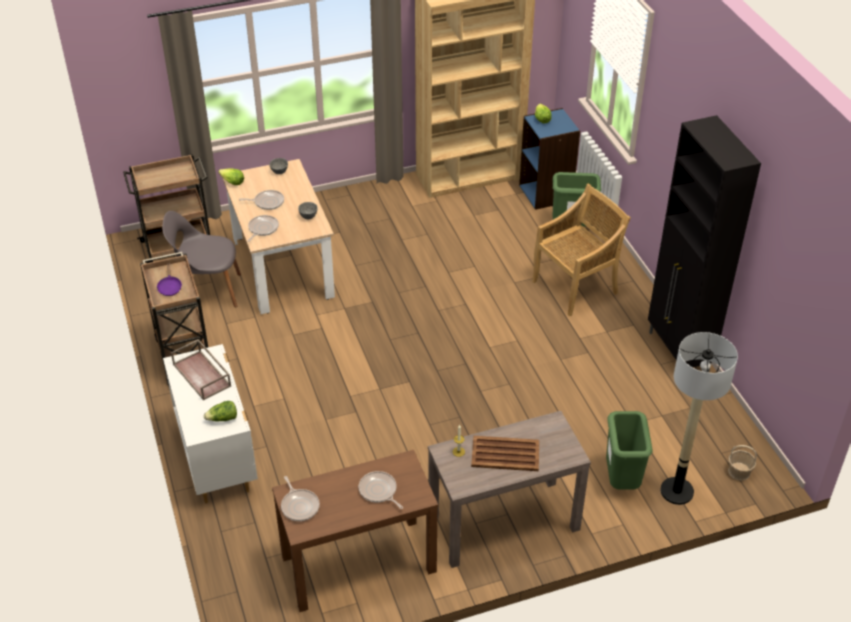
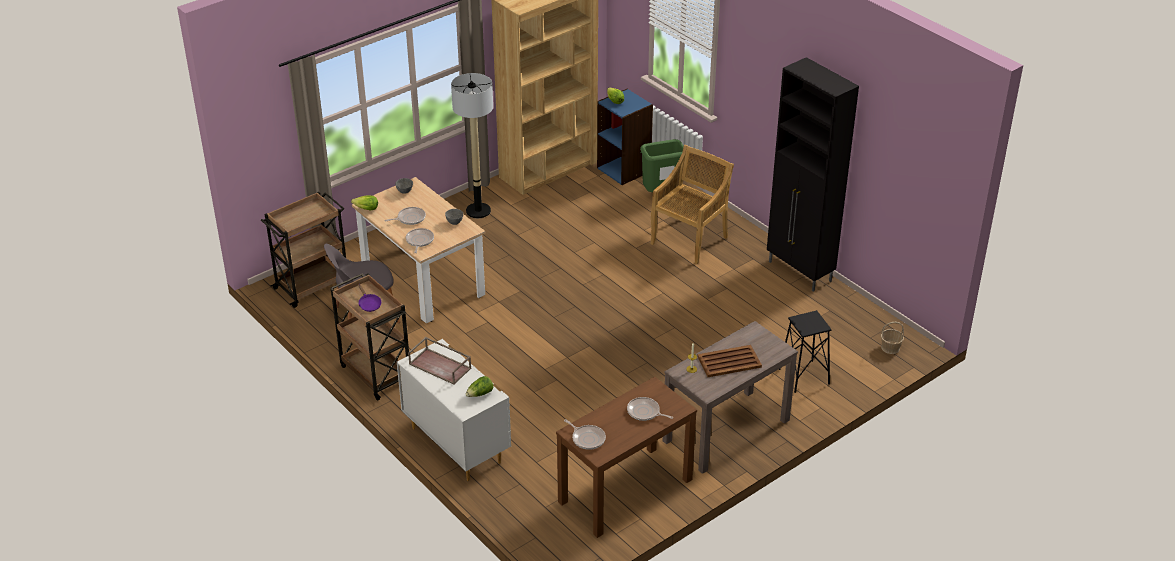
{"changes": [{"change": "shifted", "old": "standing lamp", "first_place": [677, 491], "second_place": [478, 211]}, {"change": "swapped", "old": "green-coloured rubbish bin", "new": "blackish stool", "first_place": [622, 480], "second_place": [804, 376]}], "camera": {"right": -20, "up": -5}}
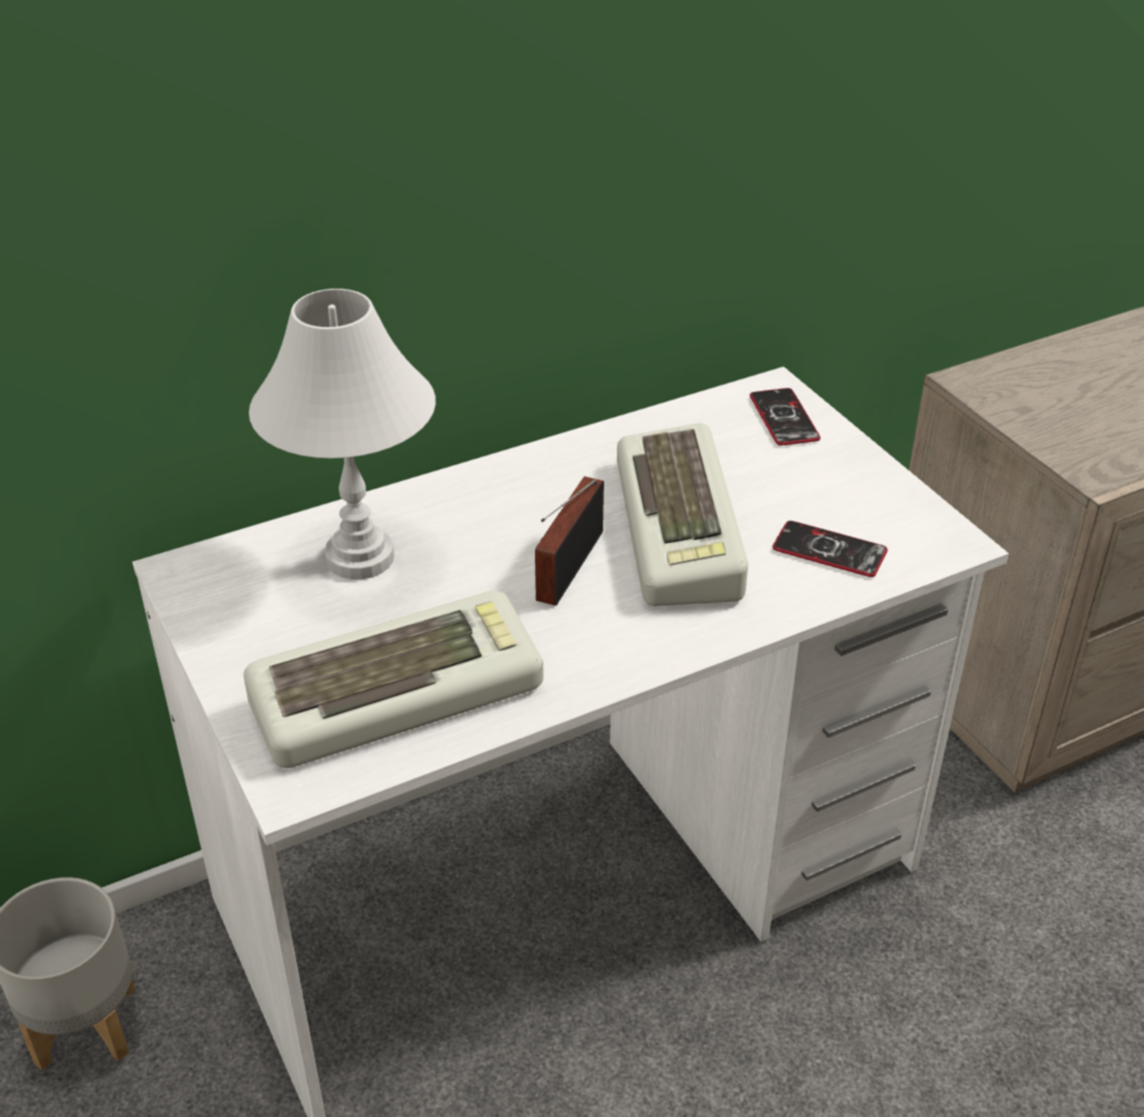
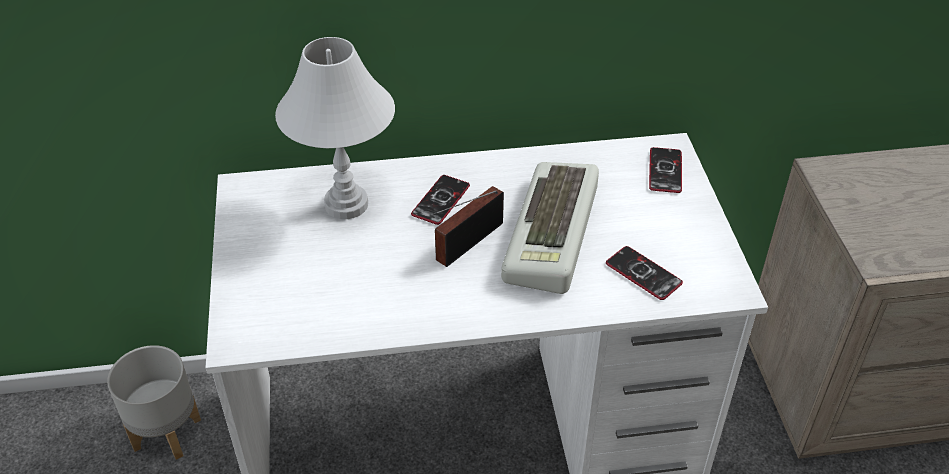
{"changes": [{"change": "new", "new": "phone", "second_place": [441, 200]}, {"change": "gone", "old": "computer keyboard", "first_place": [398, 690]}], "camera": {"right": 20, "up": 5}}
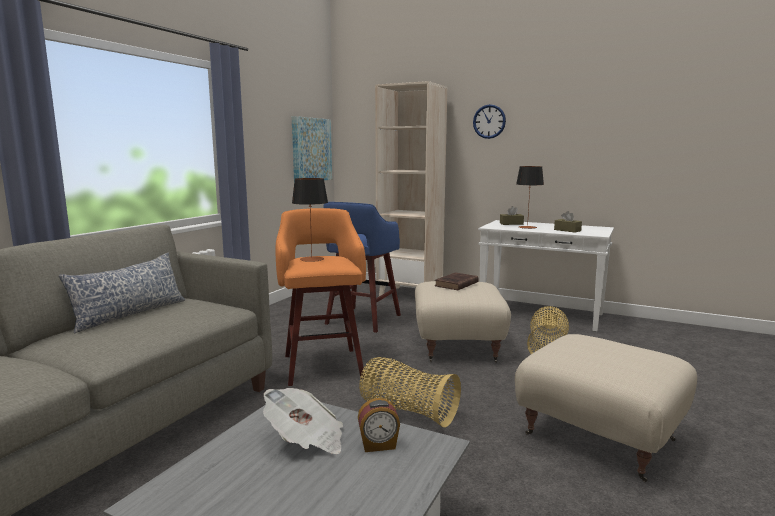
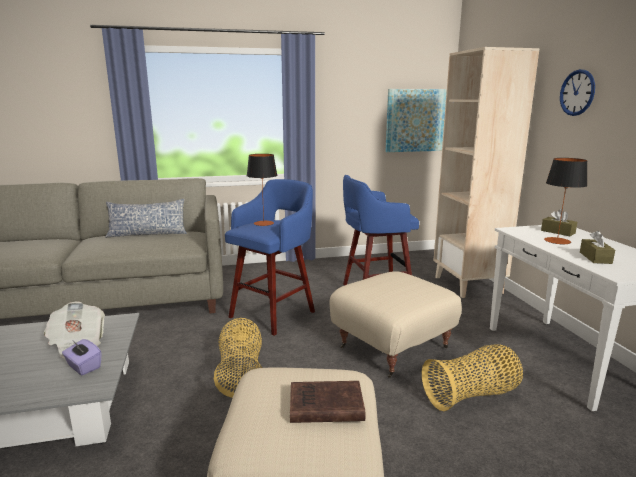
{"changes": [{"change": "swapped", "old": "alarm clock", "new": "purple-coloured tissue box", "first_place": [378, 445], "second_place": [83, 367]}, {"change": "repainted", "old": "orangey stool", "new": "bluish stool", "first_place": [323, 365], "second_place": [274, 313]}, {"change": "shifted", "old": "brown book", "first_place": [456, 284], "second_place": [324, 406]}], "camera": {"right": 50, "up": 5}}
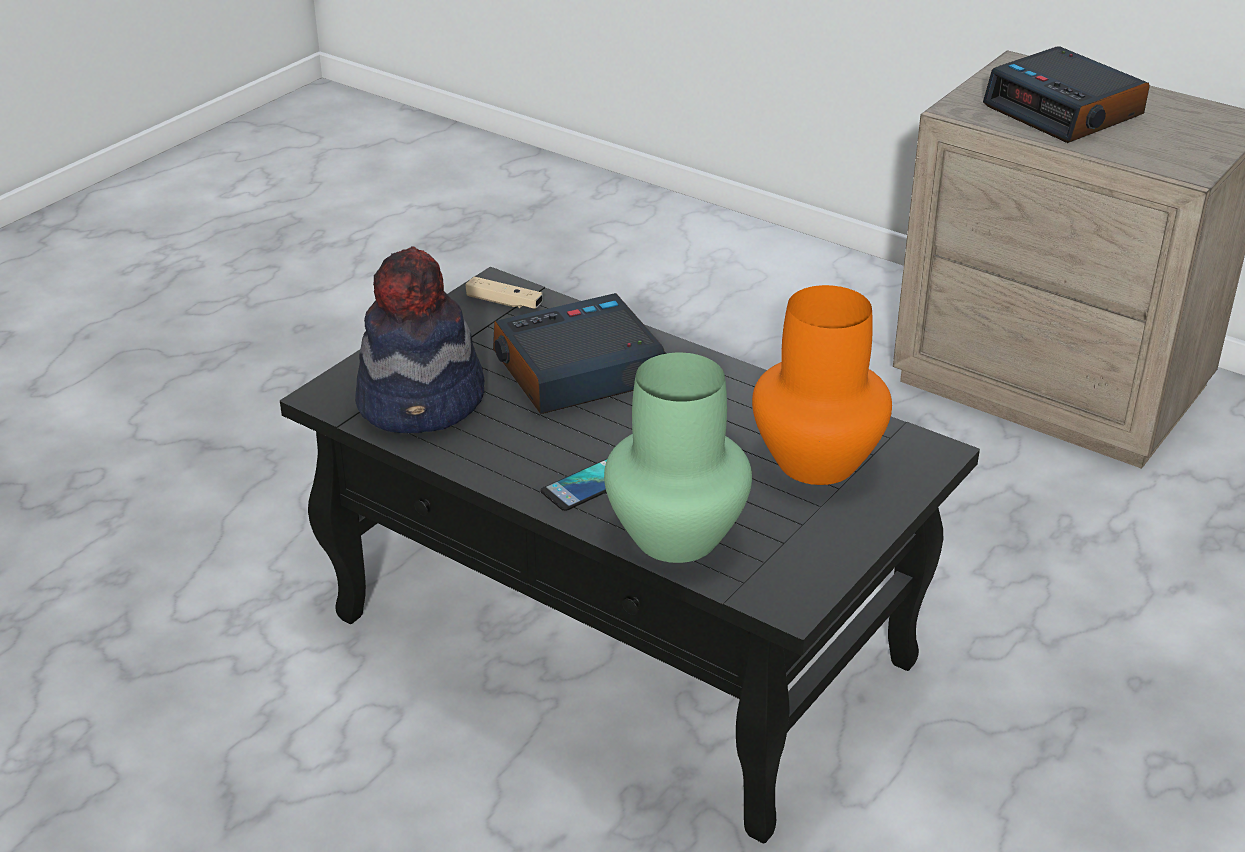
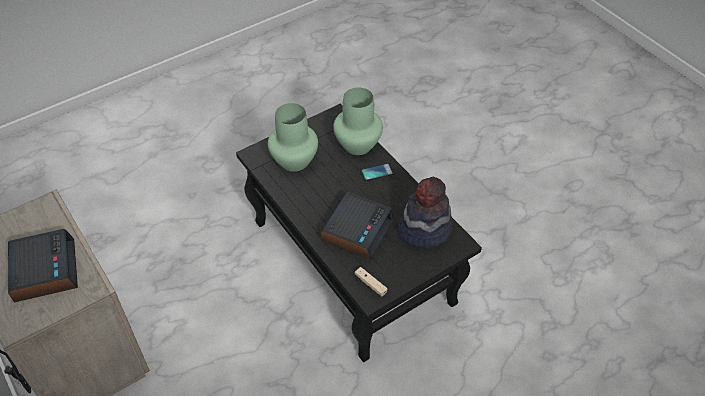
{"changes": [{"change": "repainted", "old": "orangey flower vase", "new": "green-coloured flower vase", "first_place": [818, 463], "second_place": [294, 160]}, {"change": "rotated", "old": "alarm clock", "first_place": [576, 371], "second_place": [357, 230], "degrees": -60}], "camera": {"right": -160, "up": 15}}
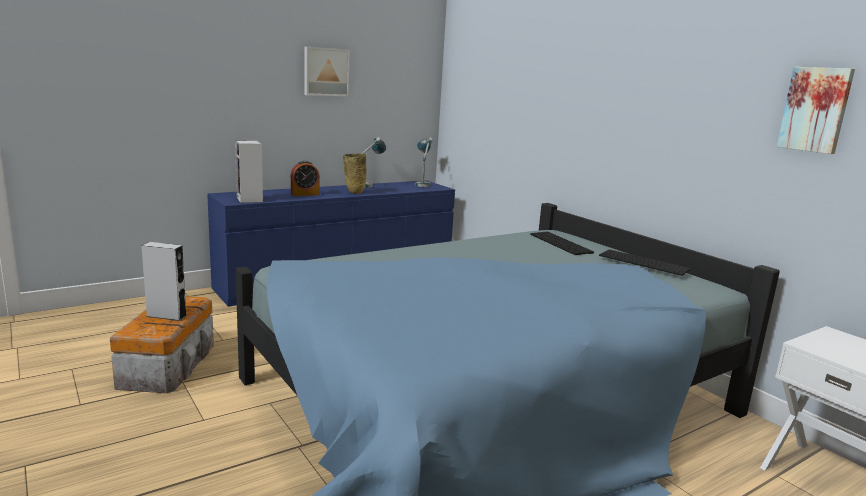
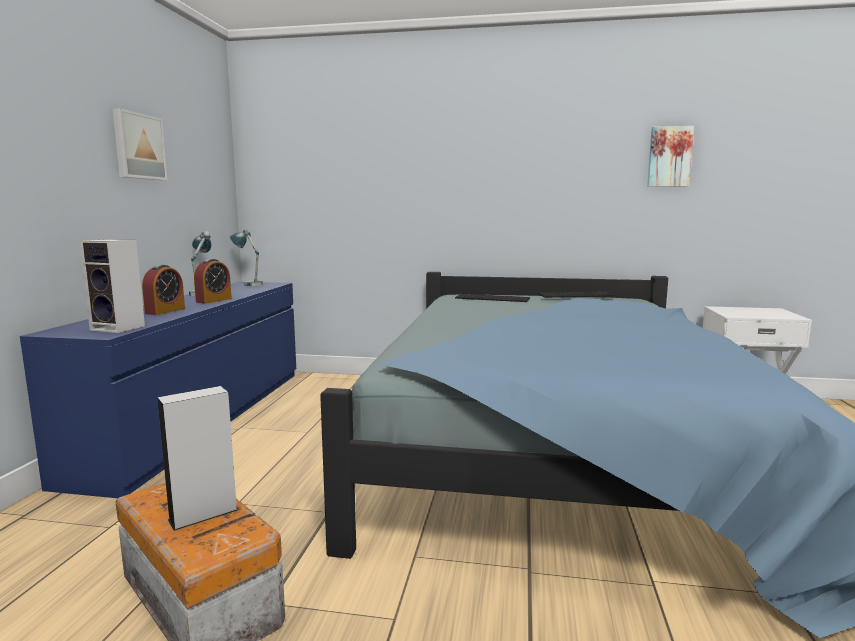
{"changes": [{"change": "swapped", "old": "beige-coloured flower vase", "new": "alarm clock", "first_place": [354, 192], "second_place": [214, 300]}], "camera": {"right": -45, "up": -5}}
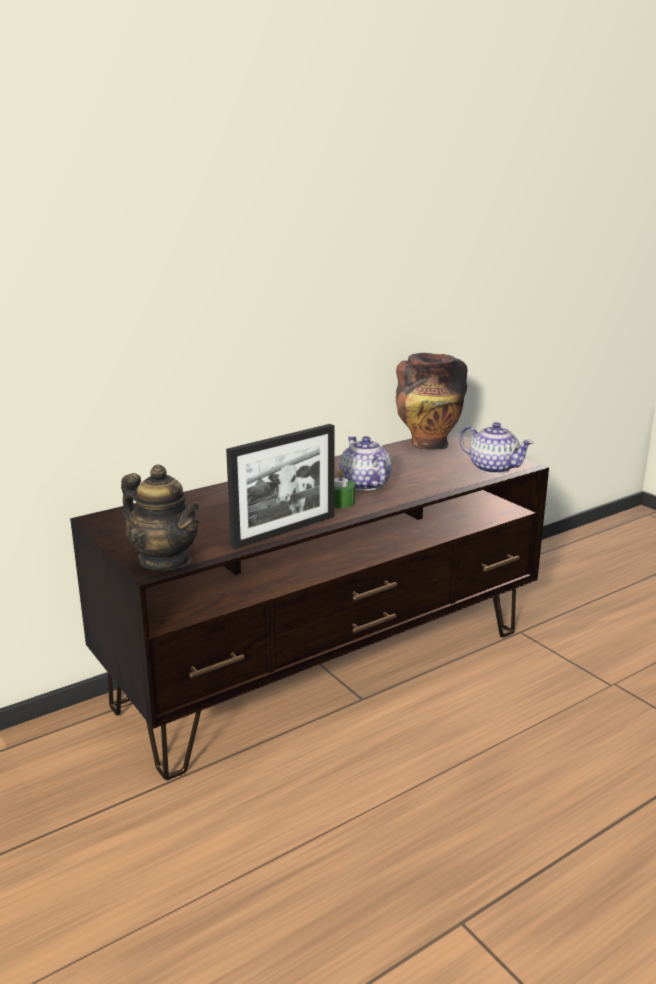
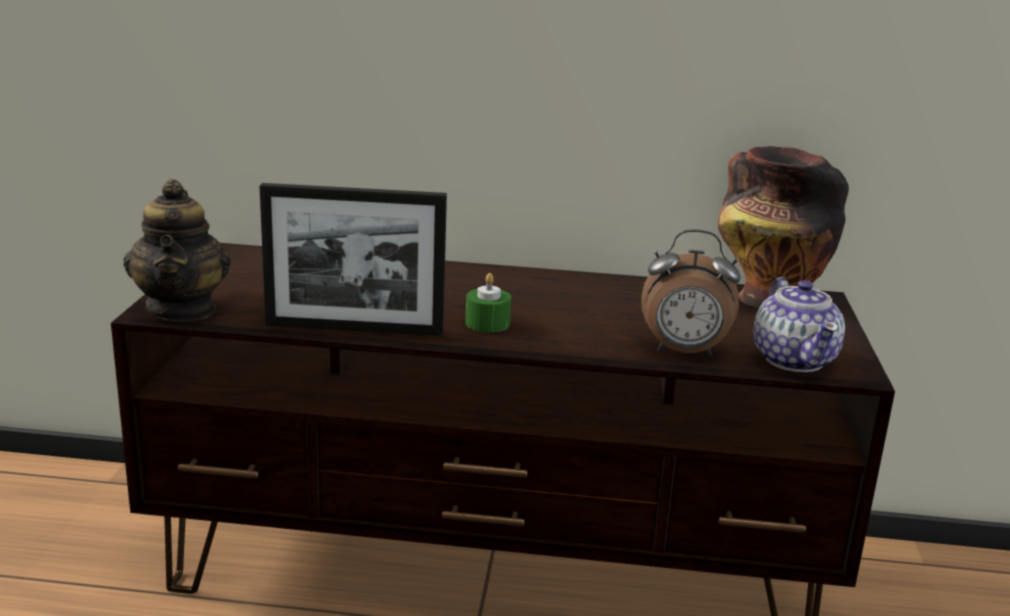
{"changes": [{"change": "new", "new": "alarm clock", "second_place": [684, 352]}, {"change": "gone", "old": "pot for tea", "first_place": [364, 484]}], "camera": {"right": 40, "up": 0}}
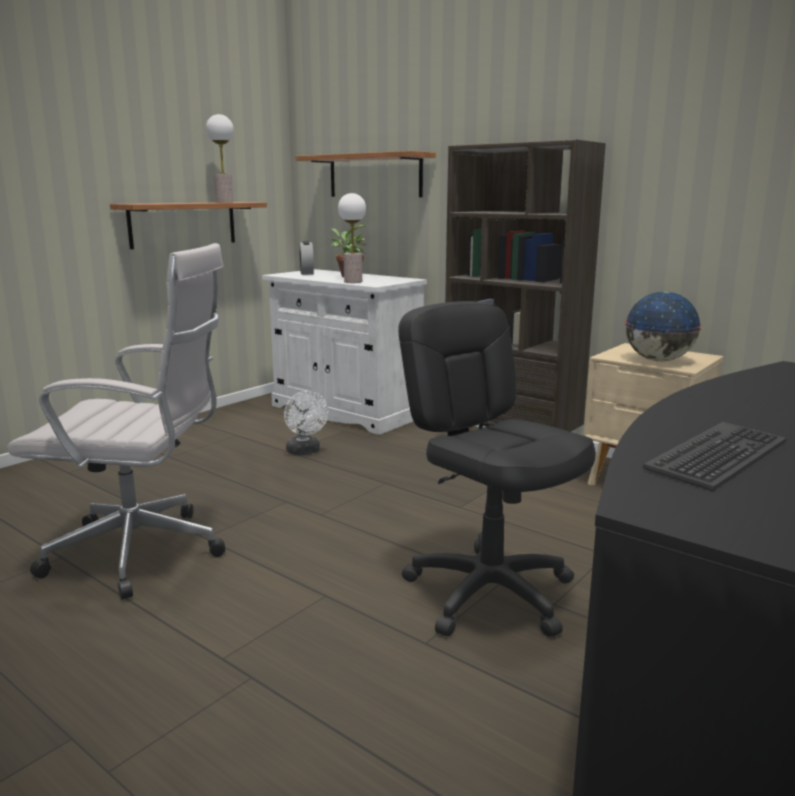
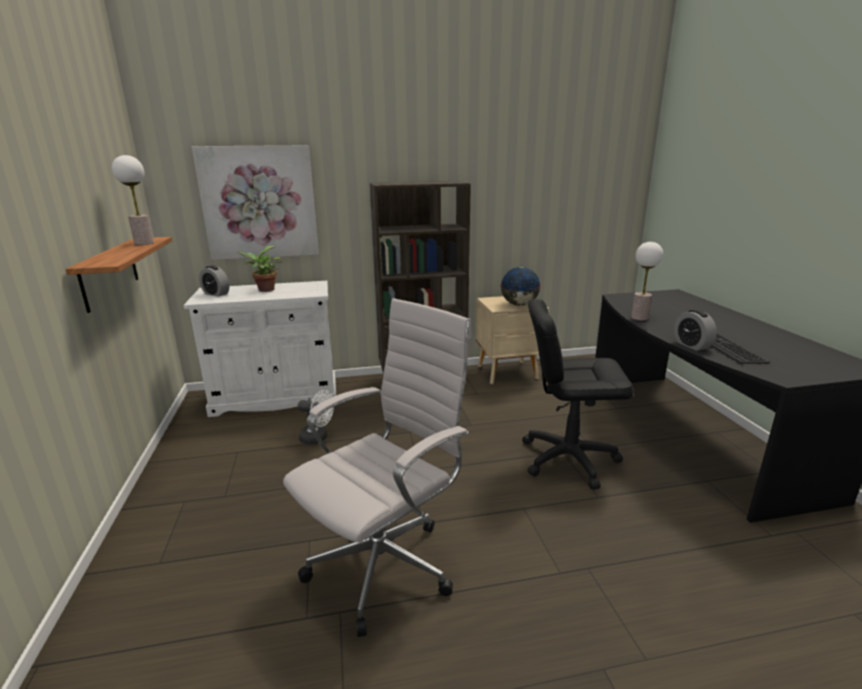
{"changes": [{"change": "swapped", "old": "wall shelf", "new": "picture", "first_place": [375, 176], "second_place": [259, 203]}, {"change": "shifted", "old": "lamp for a table", "first_place": [353, 282], "second_place": [639, 318]}, {"change": "new", "new": "alarm clock", "second_place": [691, 345]}], "camera": {"right": -50, "up": 5}}
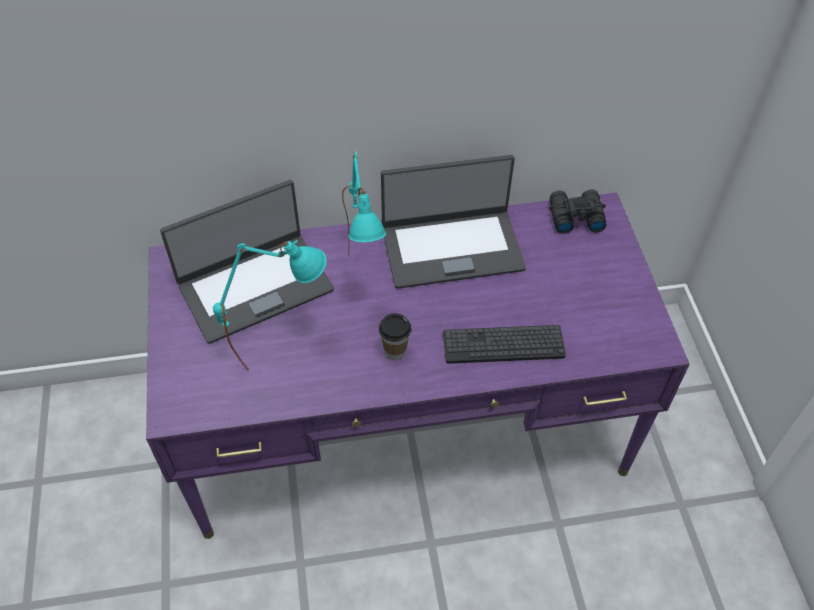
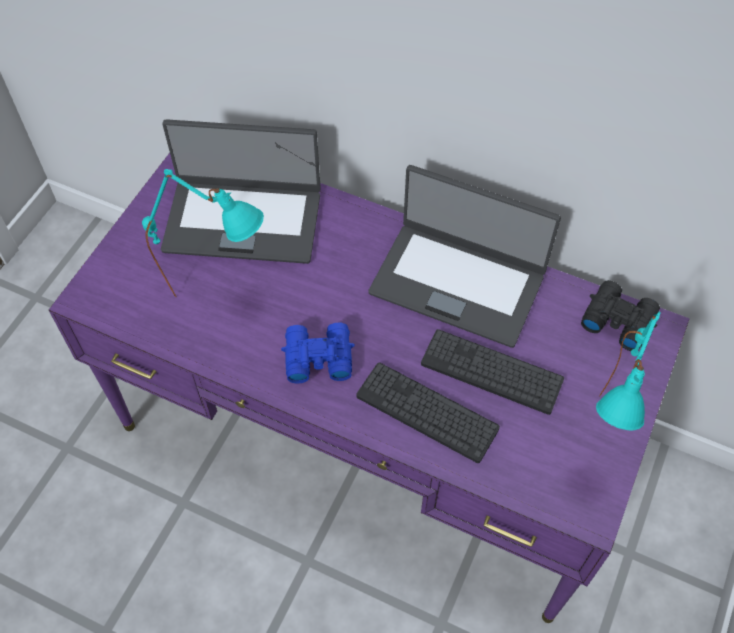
{"changes": [{"change": "swapped", "old": "cup", "new": "bluish pair of binoculars", "first_place": [395, 352], "second_place": [317, 357]}, {"change": "new", "new": "computer keyboard", "second_place": [491, 372]}, {"change": "shifted", "old": "turquoise lamp for a table", "first_place": [365, 280], "second_place": [601, 437]}], "camera": {"right": 35, "up": 5}}
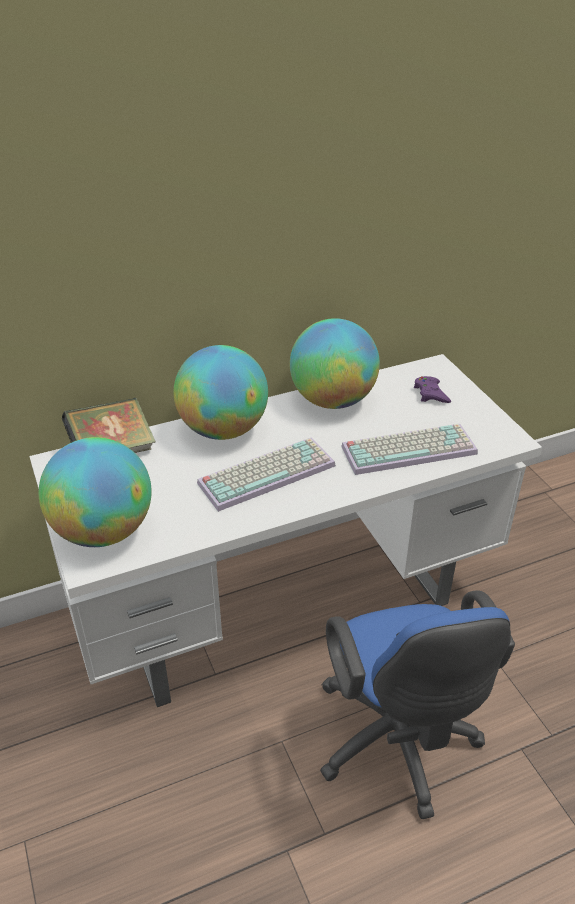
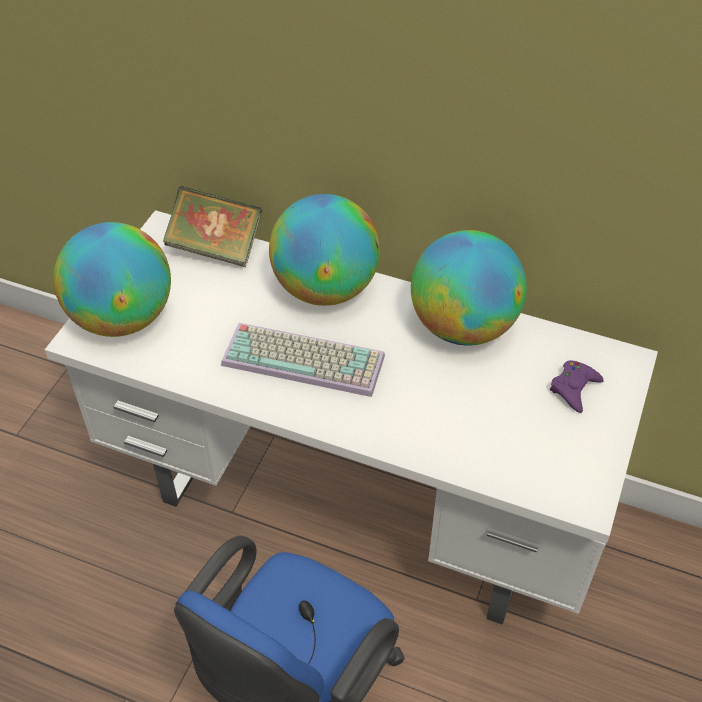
{"changes": [{"change": "gone", "old": "computer keyboard", "first_place": [409, 448]}], "camera": {"right": 45, "up": 10}}
